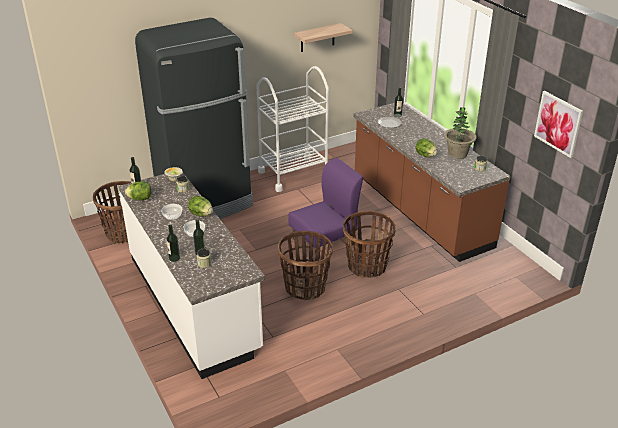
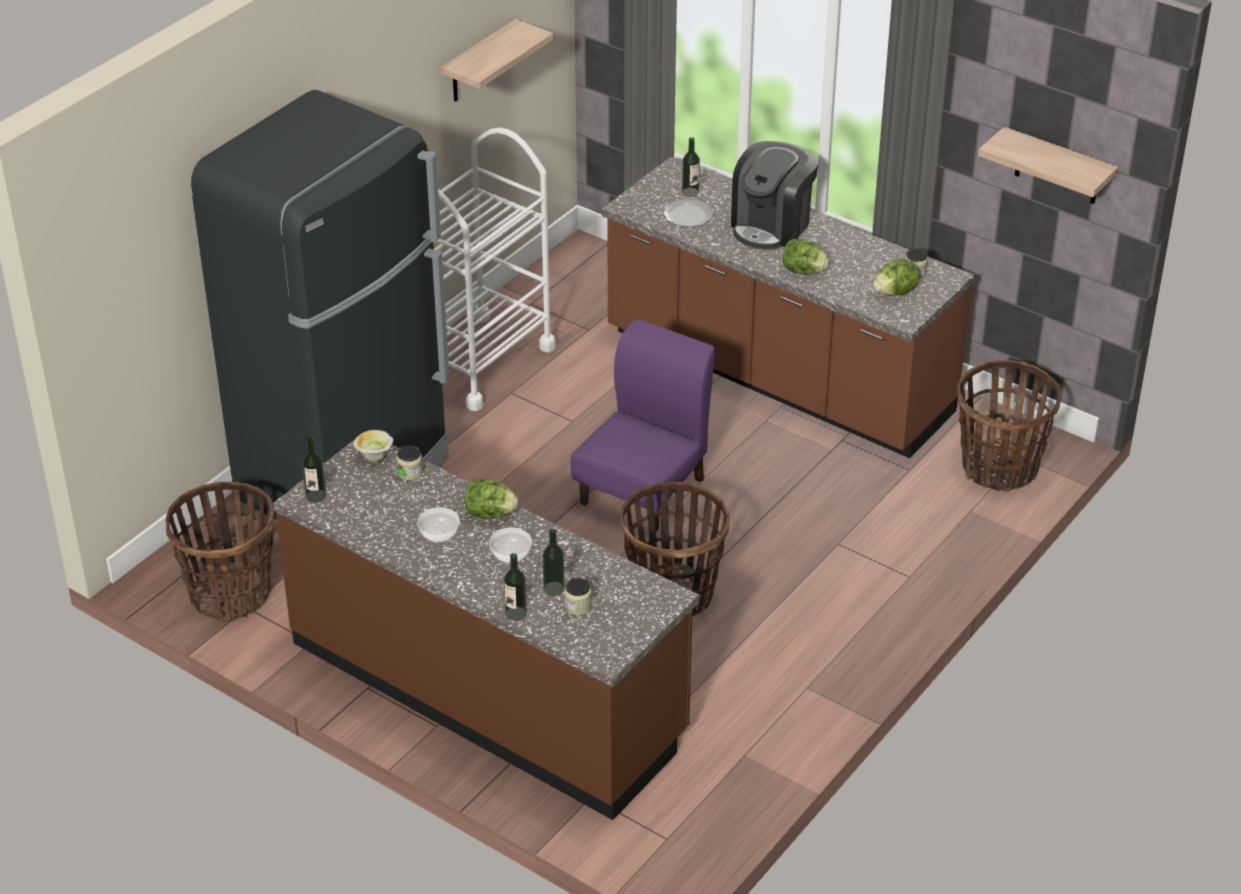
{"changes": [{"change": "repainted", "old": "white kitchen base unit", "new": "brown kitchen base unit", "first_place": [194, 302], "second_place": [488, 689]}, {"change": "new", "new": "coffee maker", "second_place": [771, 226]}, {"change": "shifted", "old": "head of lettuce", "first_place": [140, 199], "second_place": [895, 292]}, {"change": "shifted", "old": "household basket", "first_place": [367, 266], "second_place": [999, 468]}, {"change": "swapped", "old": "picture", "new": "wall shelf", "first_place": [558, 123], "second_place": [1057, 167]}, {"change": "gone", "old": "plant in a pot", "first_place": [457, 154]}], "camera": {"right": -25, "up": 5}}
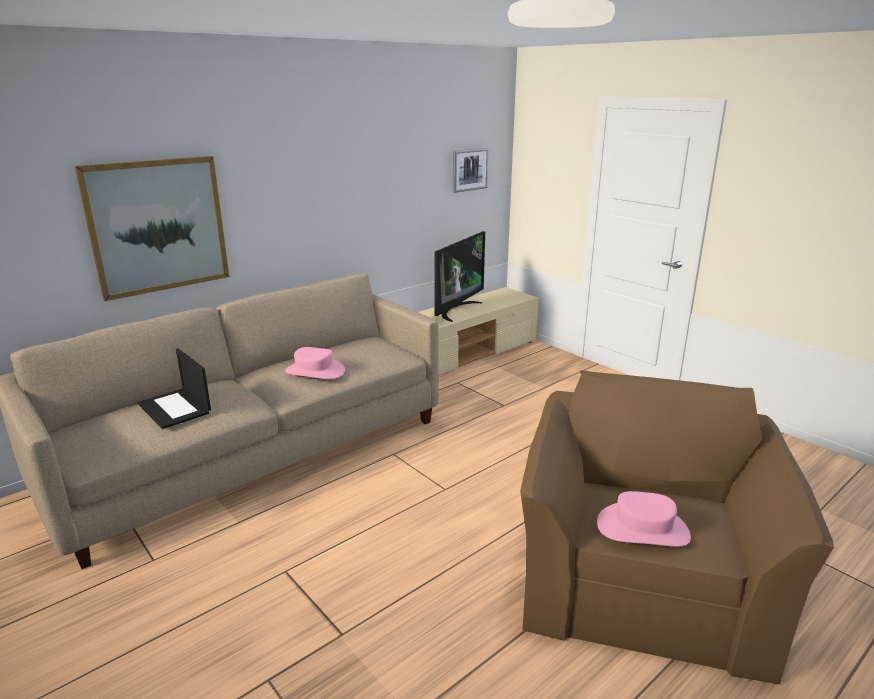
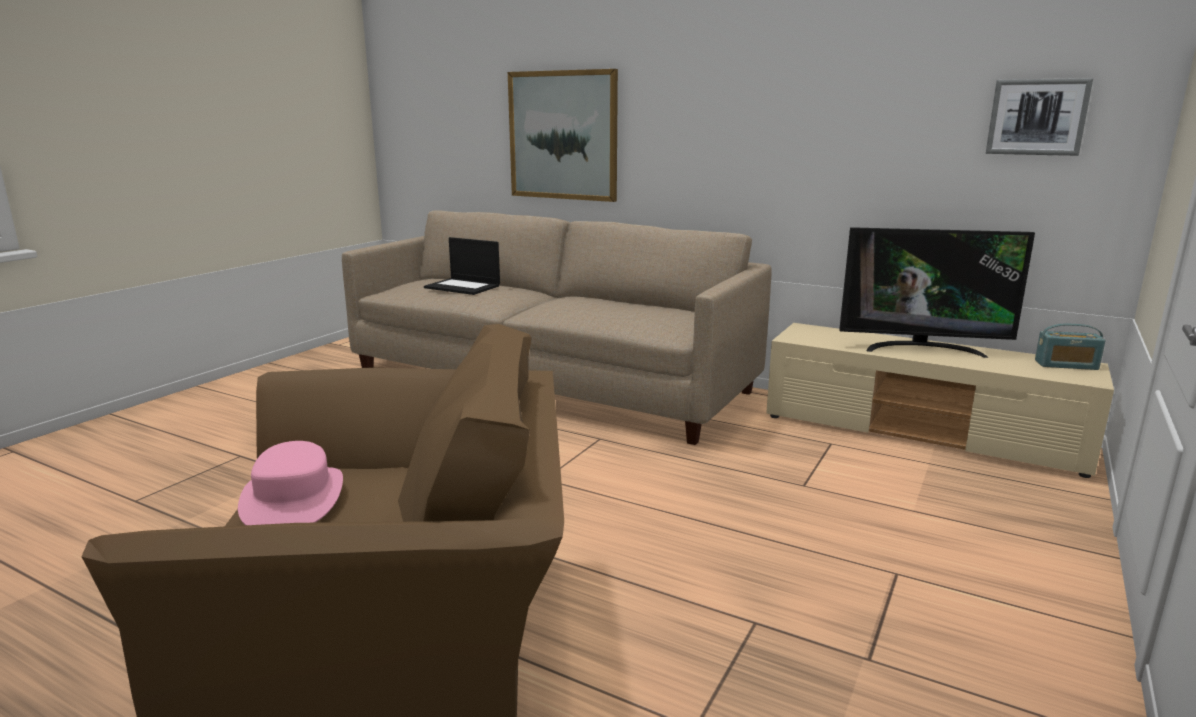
{"changes": [{"change": "rotated", "old": "laptop", "first_place": [175, 408], "second_place": [463, 287], "degrees": -90}, {"change": "new", "new": "radio receiver", "second_place": [1066, 365]}, {"change": "gone", "old": "pinkish hat", "first_place": [315, 371]}], "camera": {"right": 70, "up": -5}}
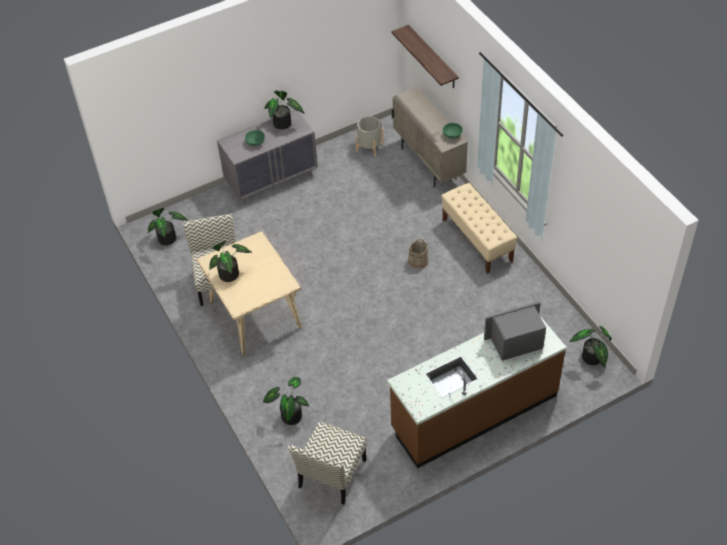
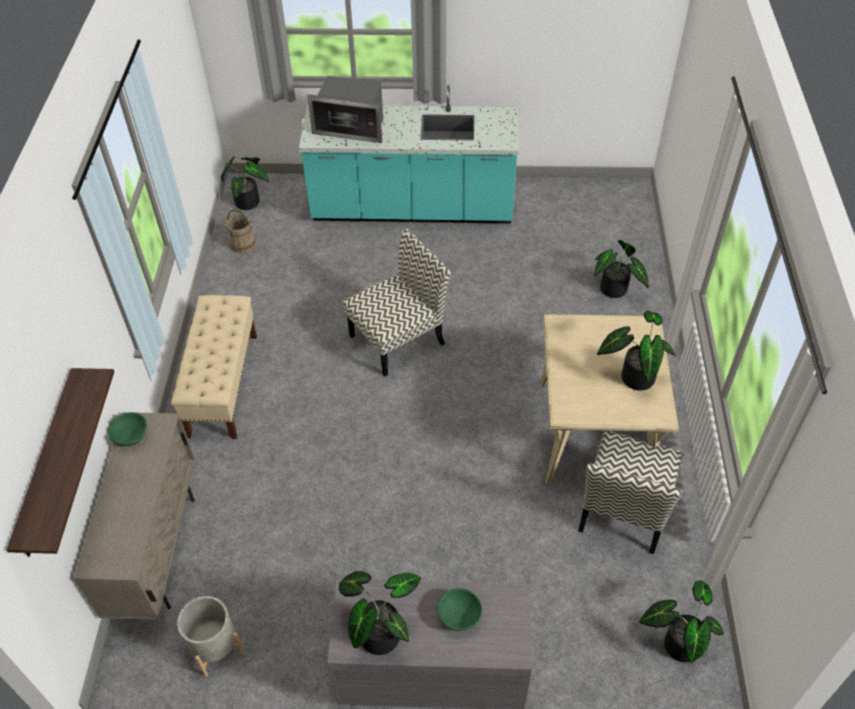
{"changes": [{"change": "shifted", "old": "beige-coloured bucket", "first_place": [418, 261], "second_place": [242, 243]}, {"change": "repainted", "old": "brown kitchen base unit", "new": "turquoise kitchen base unit", "first_place": [474, 412], "second_place": [412, 209]}, {"change": "shifted", "old": "chair", "first_place": [332, 474], "second_place": [398, 338]}], "camera": {"right": -150, "up": 0}}
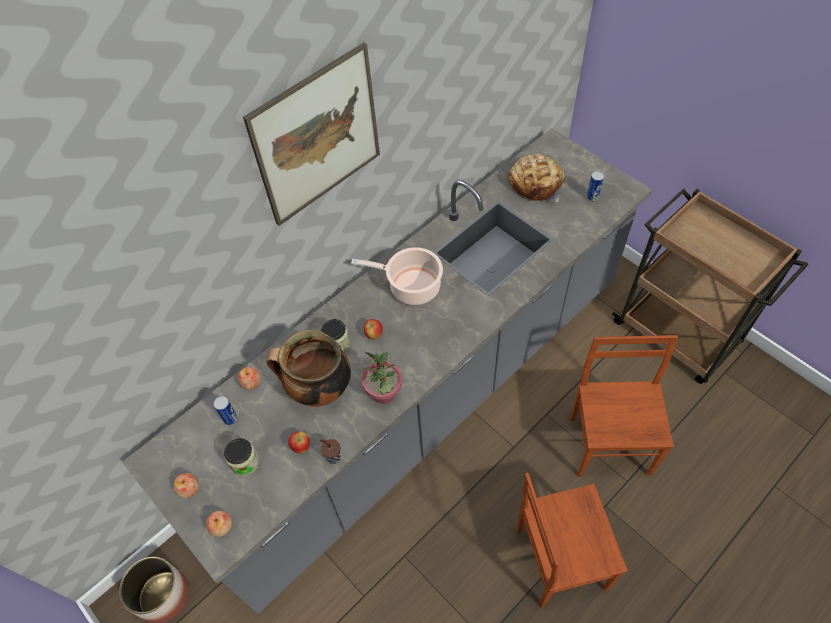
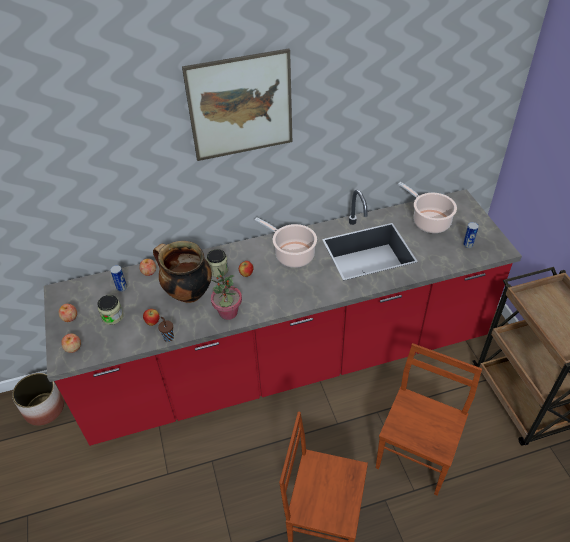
{"changes": [{"change": "repainted", "old": "grey kitchen base unit", "new": "red kitchen base unit", "first_place": [422, 400], "second_place": [288, 362]}, {"change": "swapped", "old": "baked bread", "new": "cooking pot", "first_place": [536, 184], "second_place": [429, 221]}], "camera": {"right": 25, "up": -10}}
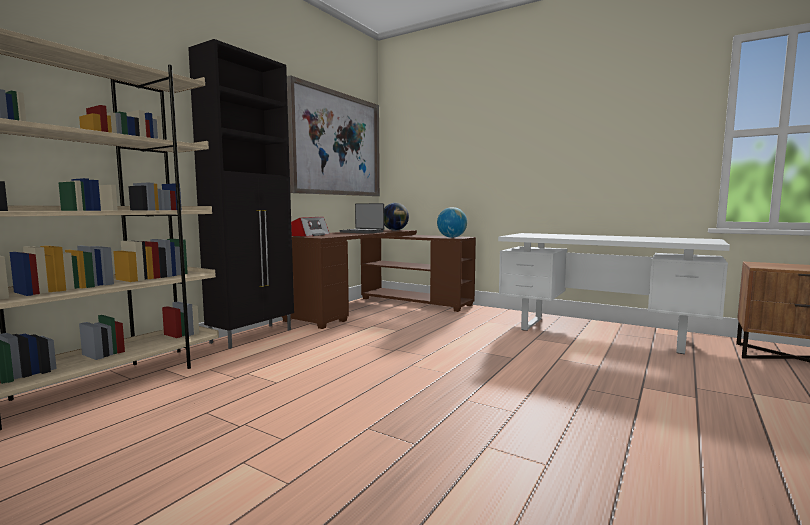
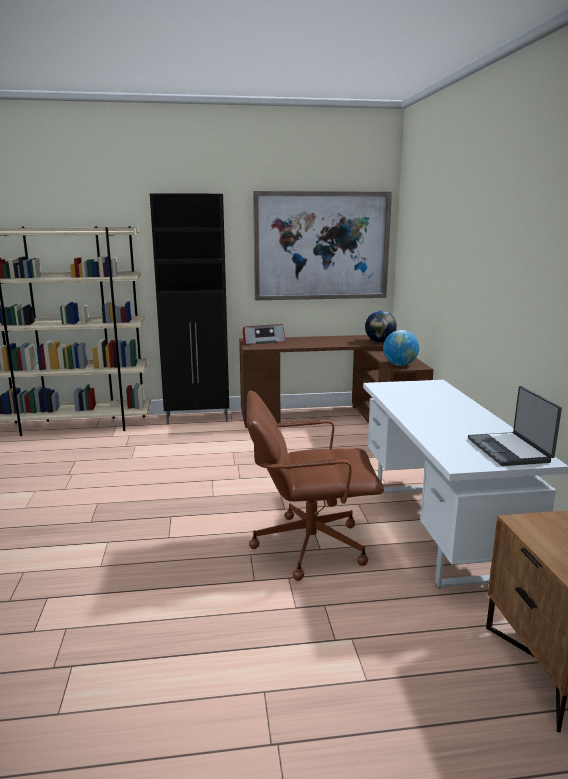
{"changes": [{"change": "new", "new": "brown office chair", "second_place": [308, 545]}, {"change": "shifted", "old": "laptop", "first_place": [362, 232], "second_place": [510, 450]}], "camera": {"right": 50, "up": 10}}
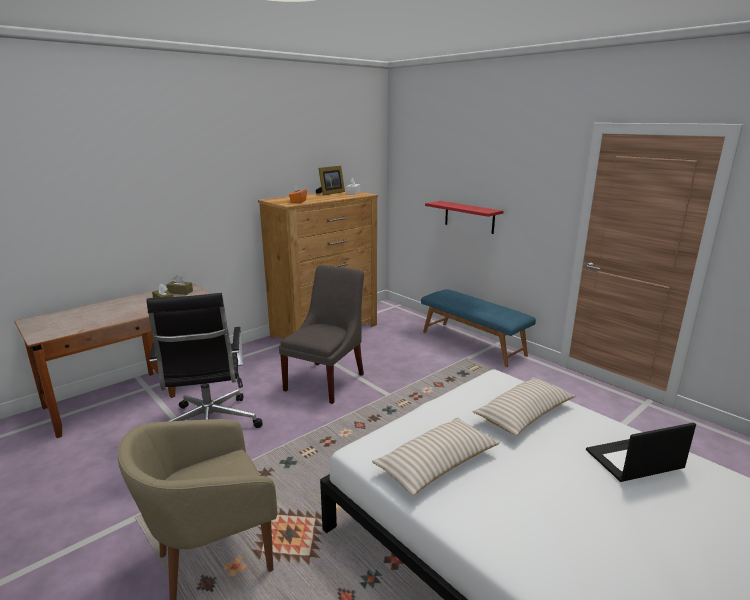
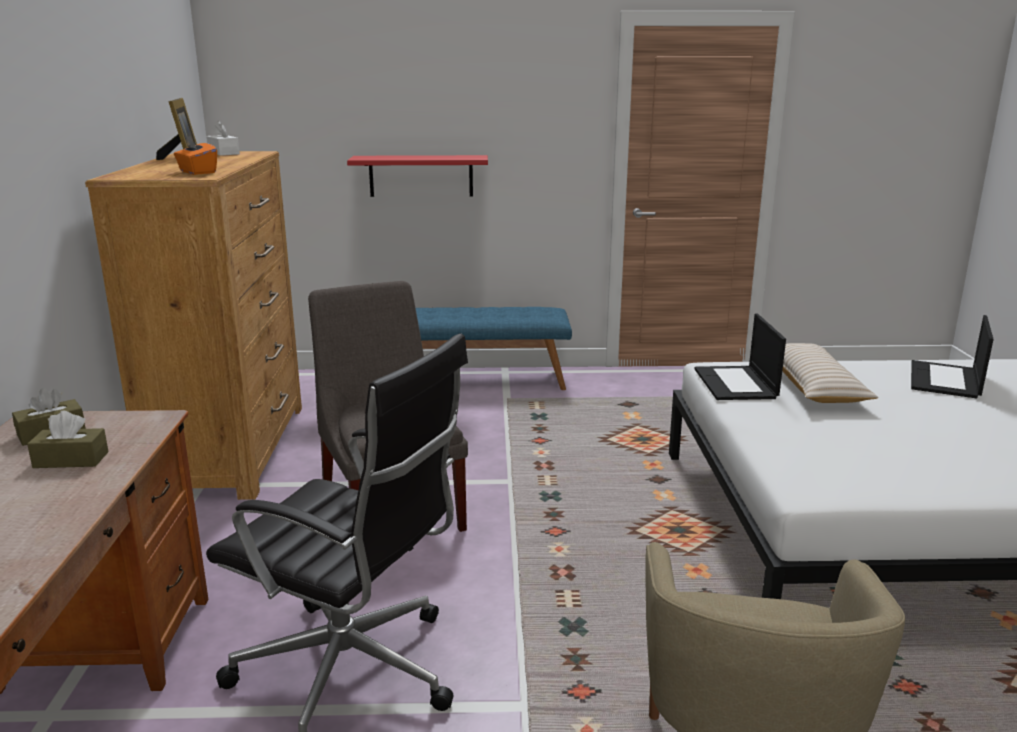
{"changes": [{"change": "new", "new": "laptop", "second_place": [736, 384]}, {"change": "gone", "old": "beige-coloured throw pillow", "first_place": [437, 464]}], "camera": {"right": -50, "up": 0}}
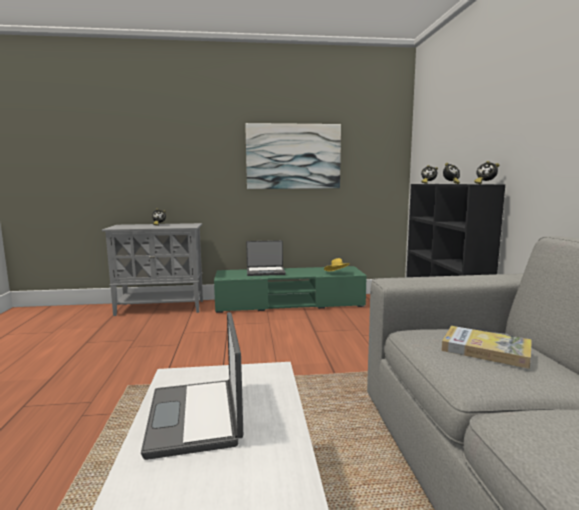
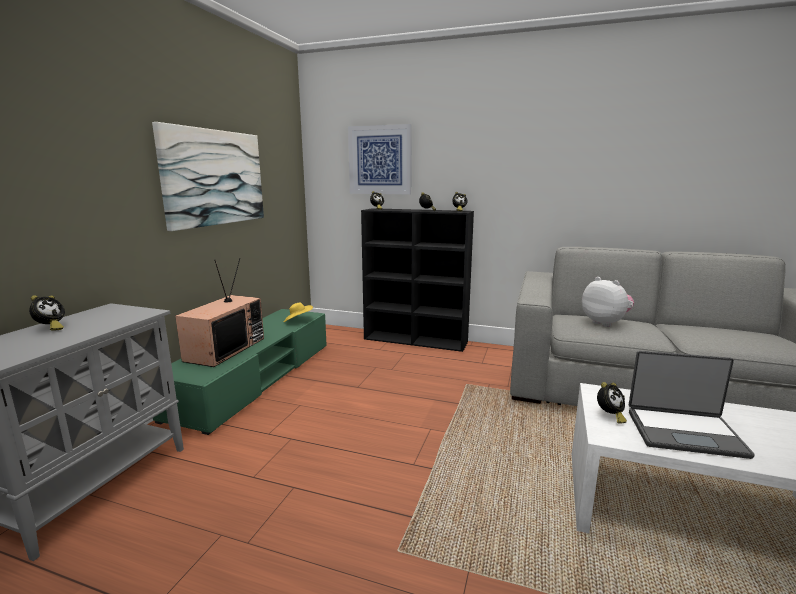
{"changes": [{"change": "swapped", "old": "laptop", "new": "TV set", "first_place": [265, 272], "second_place": [225, 349]}, {"change": "new", "new": "picture", "second_place": [380, 160]}, {"change": "swapped", "old": "book", "new": "cuddly toy", "first_place": [486, 350], "second_place": [605, 323]}, {"change": "new", "new": "alarm clock", "second_place": [609, 416]}], "camera": {"right": -65, "up": 5}}
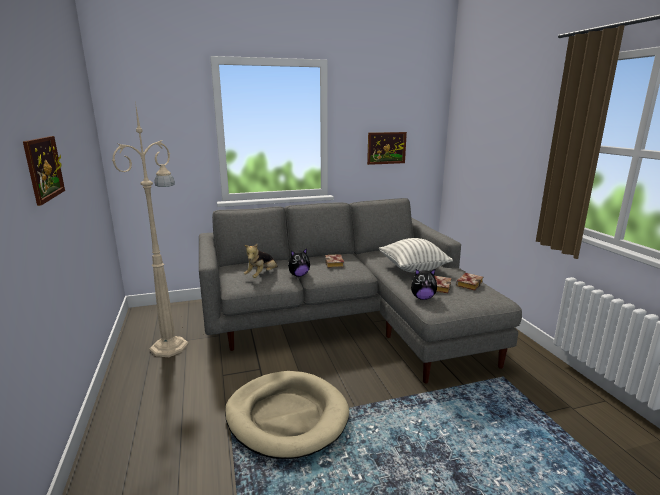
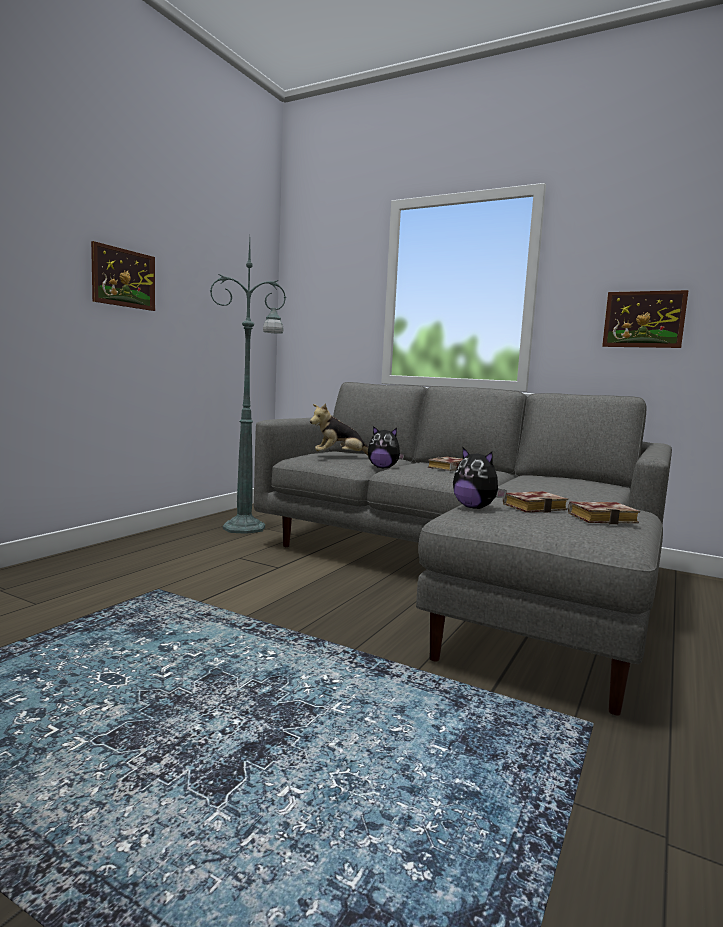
{"changes": [{"change": "repainted", "old": "beige-coloured standing lamp", "new": "green-coloured standing lamp", "first_place": [171, 346], "second_place": [246, 527]}, {"change": "gone", "old": "beige-coloured dog bed", "first_place": [287, 416]}, {"change": "gone", "old": "throw pillow", "first_place": [413, 268]}], "camera": {"right": 45, "up": -10}}
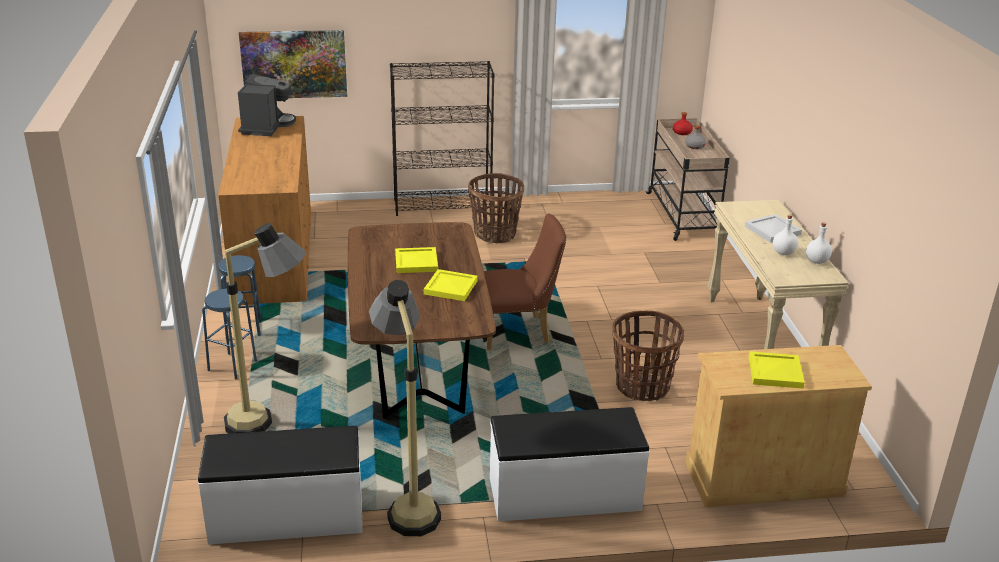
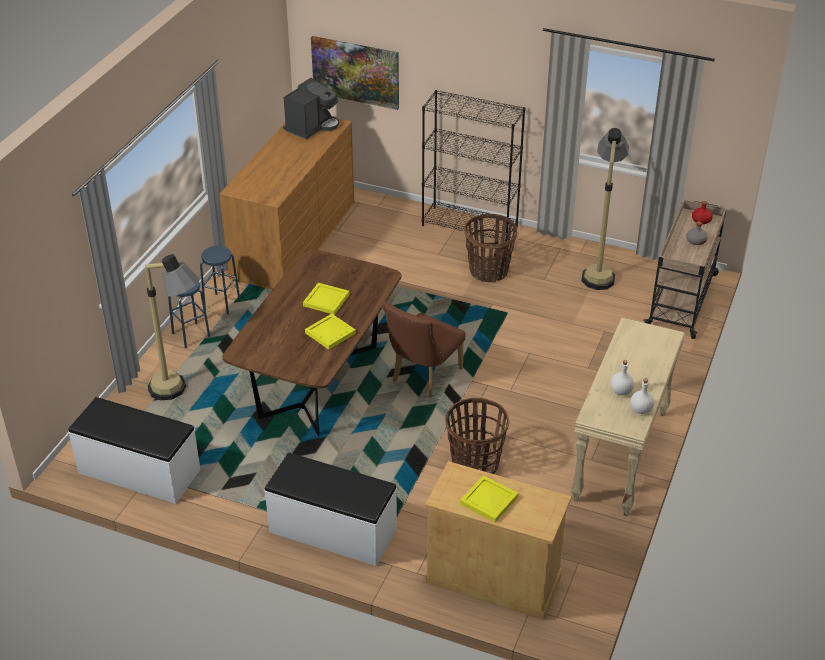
{"changes": [{"change": "rotated", "old": "brown chair", "first_place": [519, 332], "second_place": [423, 377], "degrees": 105}, {"change": "shifted", "old": "standing lamp", "first_place": [407, 502], "second_place": [599, 270]}, {"change": "gone", "old": "white serving tray", "first_place": [772, 231]}], "camera": {"right": 30, "up": 10}}
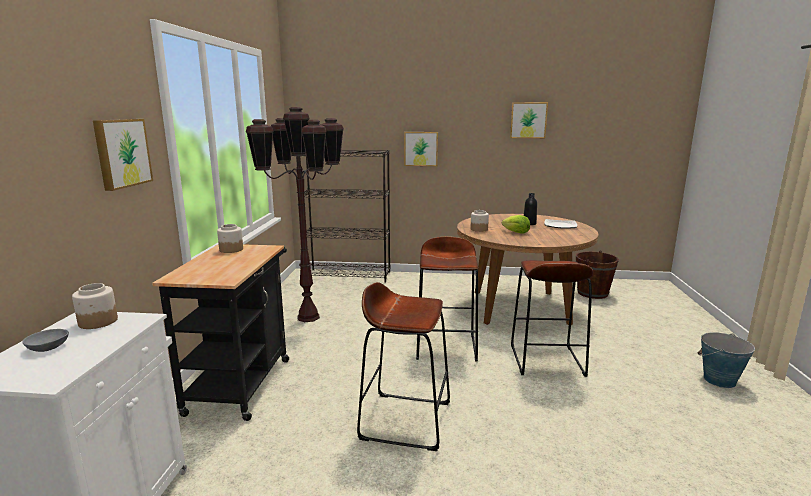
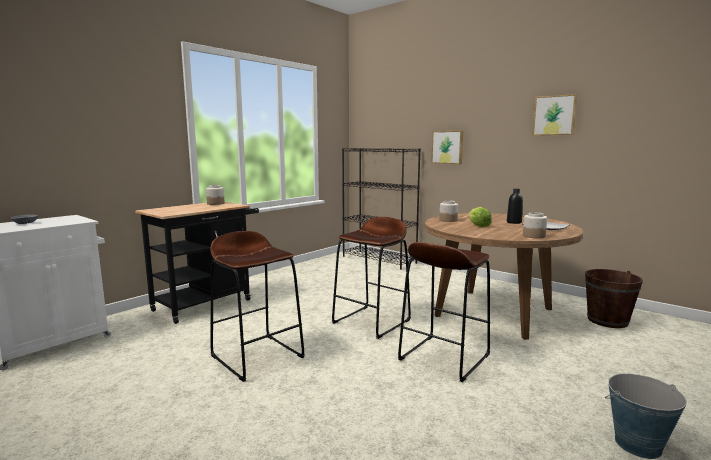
{"changes": [{"change": "shifted", "old": "storage jar", "first_place": [97, 322], "second_place": [533, 236]}, {"change": "gone", "old": "picture", "first_place": [121, 153]}, {"change": "gone", "old": "brown standing lamp", "first_place": [308, 317]}], "camera": {"right": 35, "up": -5}}
